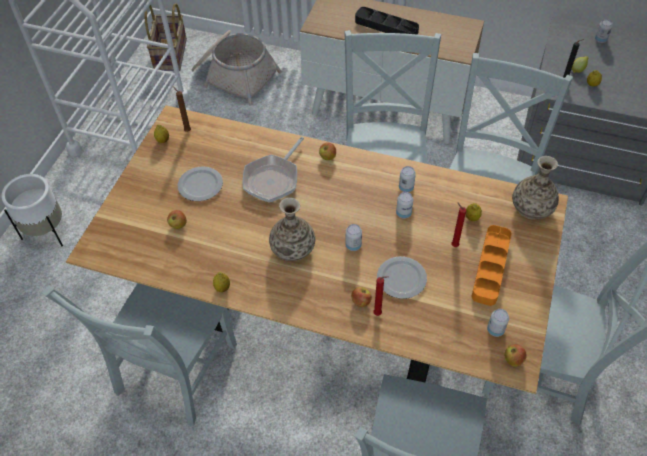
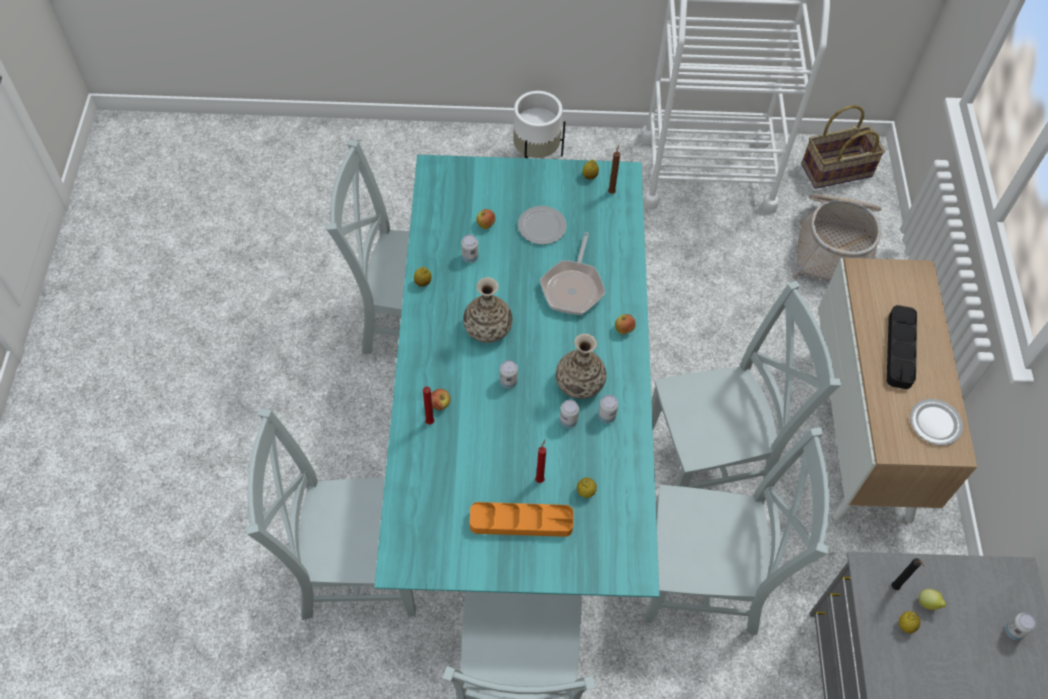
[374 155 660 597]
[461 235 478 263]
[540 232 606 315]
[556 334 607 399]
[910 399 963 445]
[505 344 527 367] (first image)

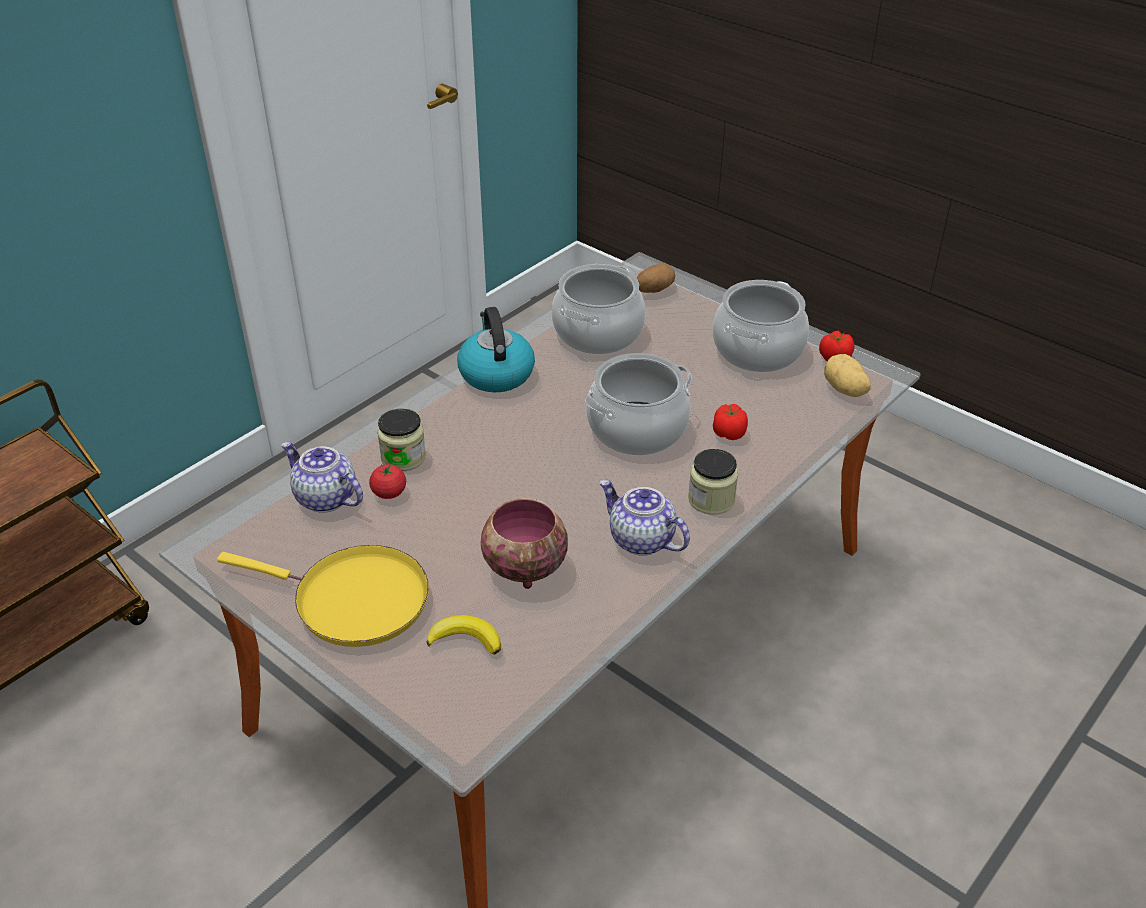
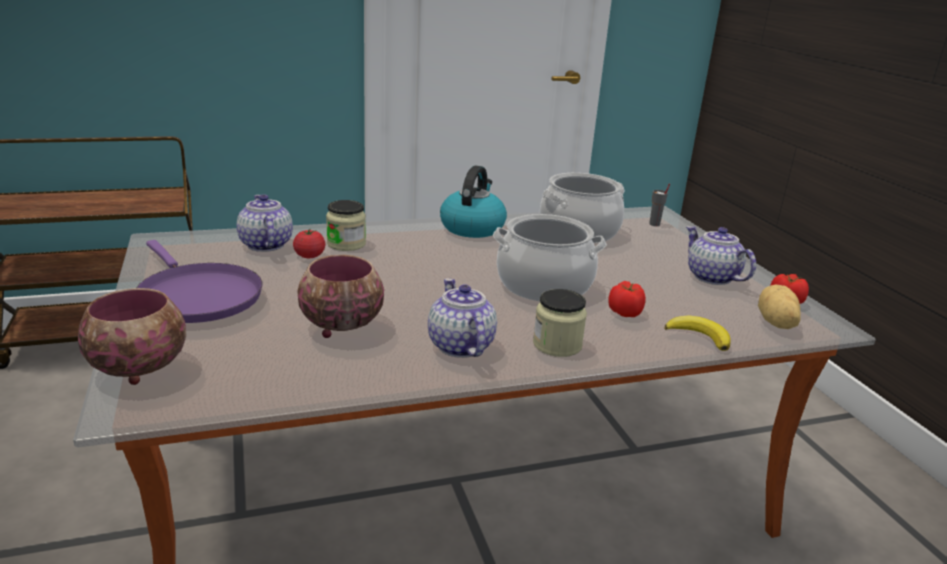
[78 288 187 385]
[137 240 262 323]
[649 184 670 226]
[665 315 731 351]
[686 226 756 285]

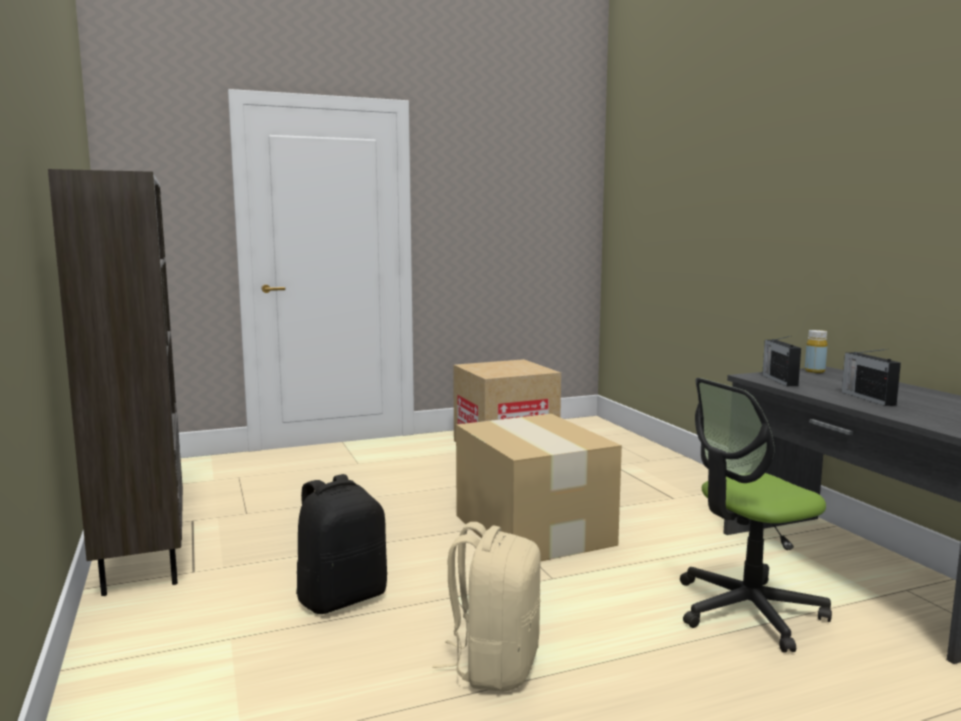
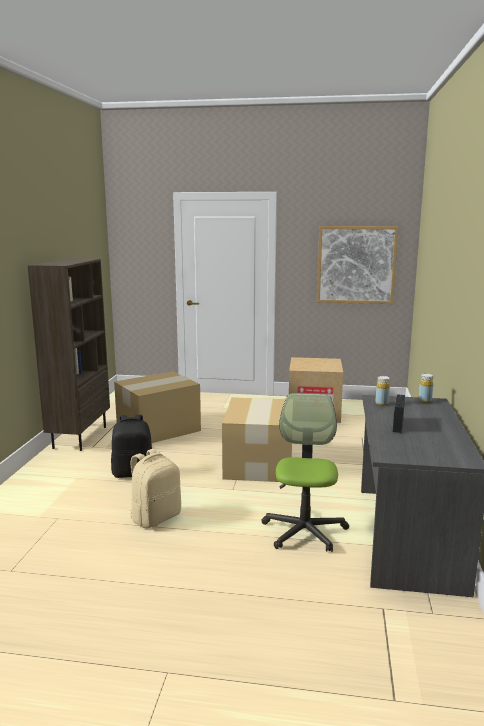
[114 371 201 443]
[261 393 349 552]
[317 226 398 304]
[376 376 390 406]

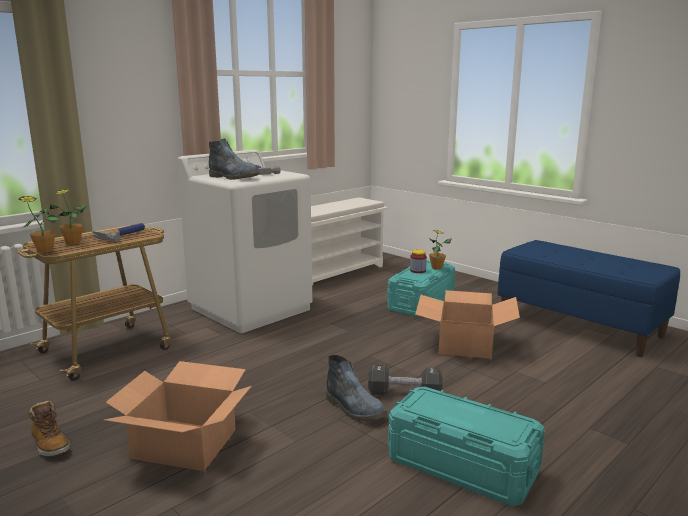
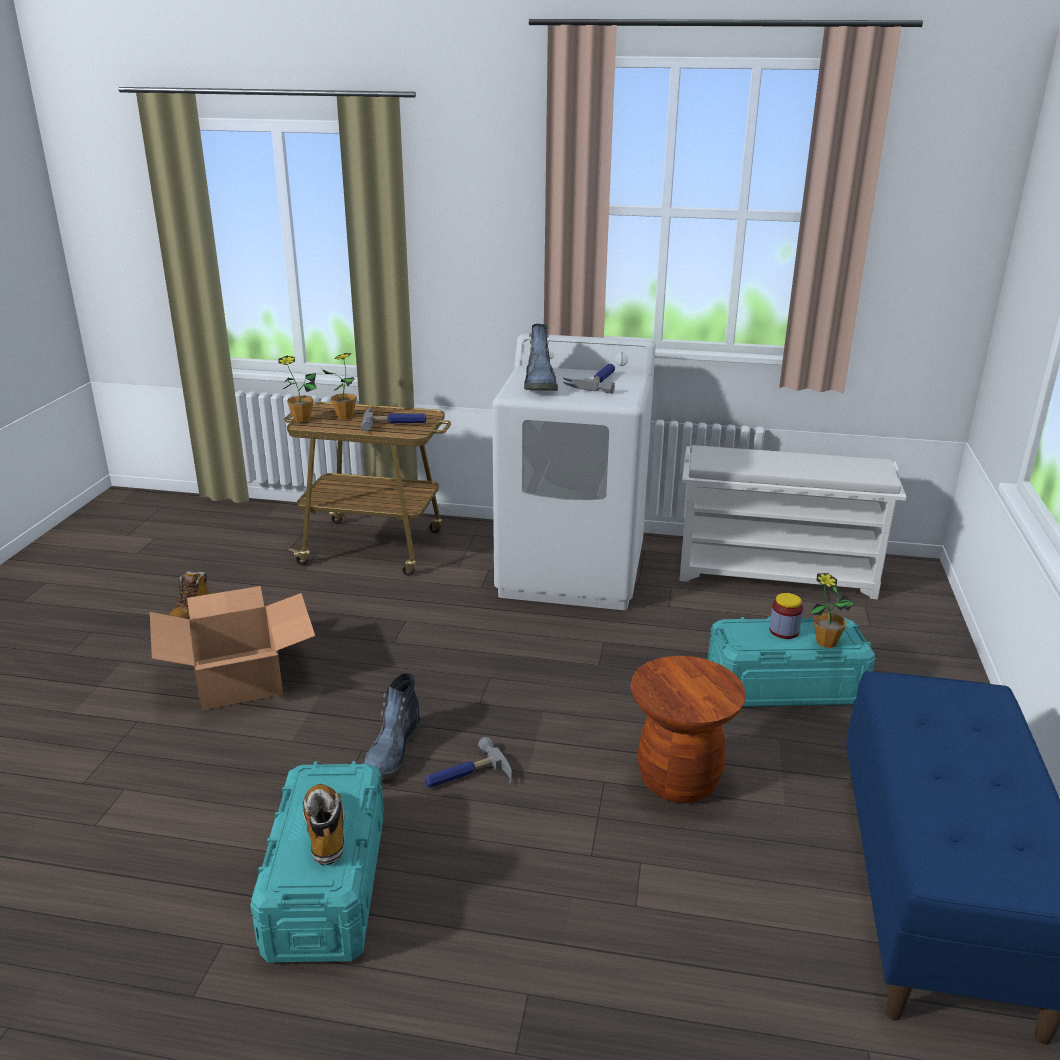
[302 784 345 865]
[424 737 512 788]
[630 656 746 803]

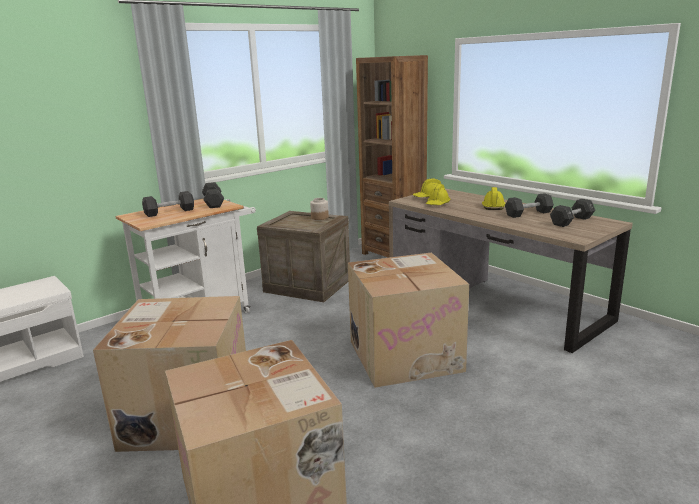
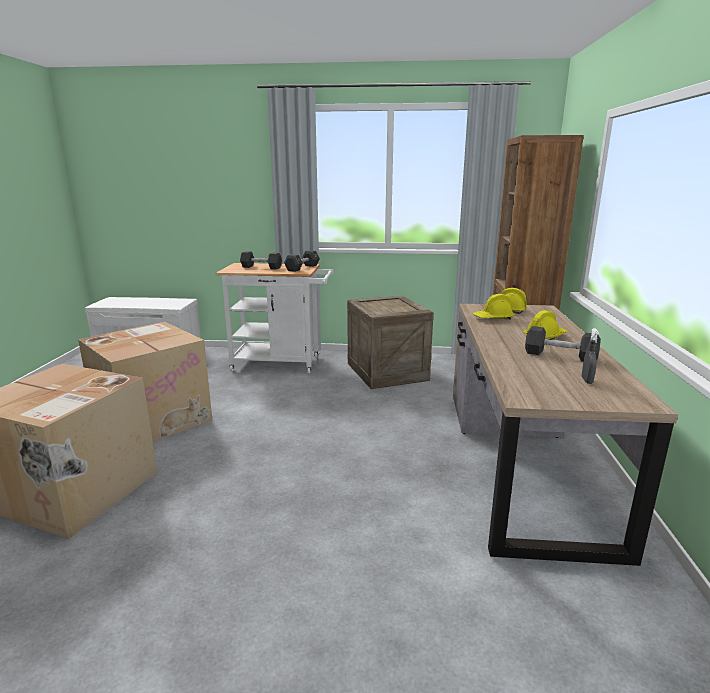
[582 328 599 384]
[310 198 329 220] (first image)
[348 253 469 388] (first image)

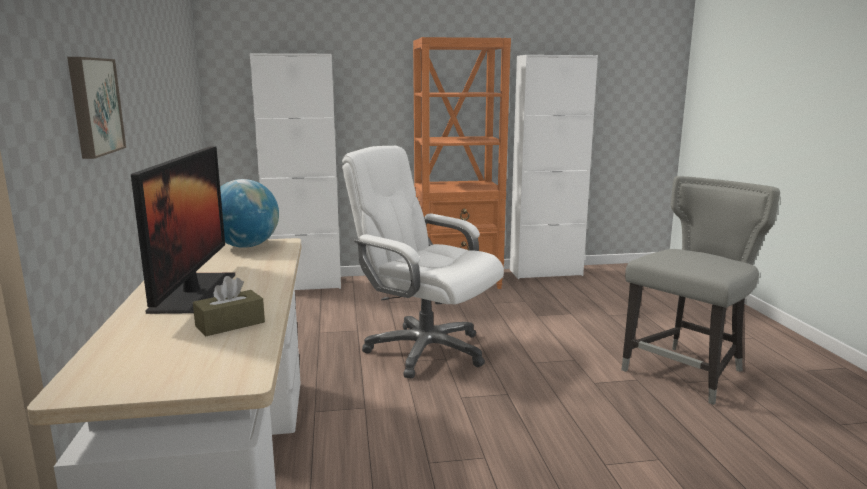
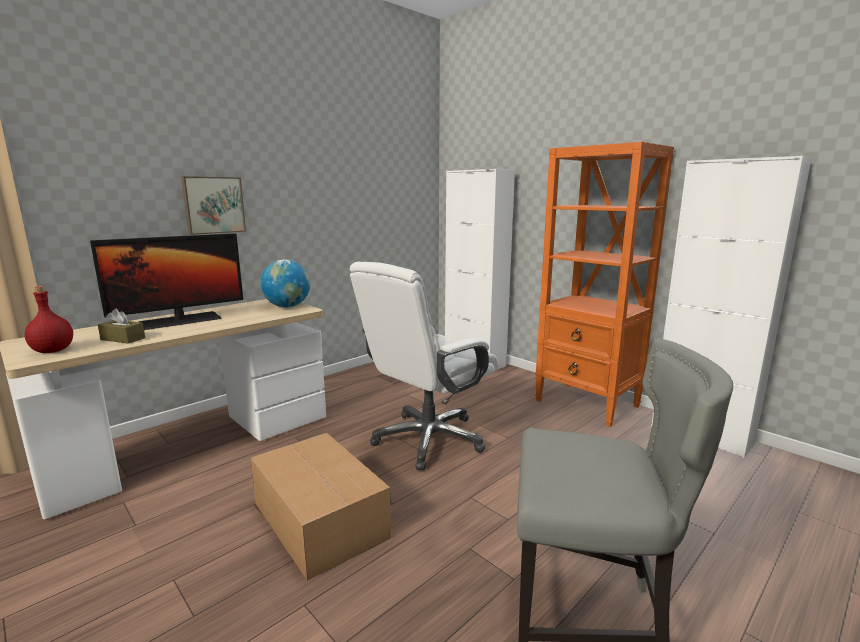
[25 286 73 353]
[251 433 391 581]
[350 262 498 470]

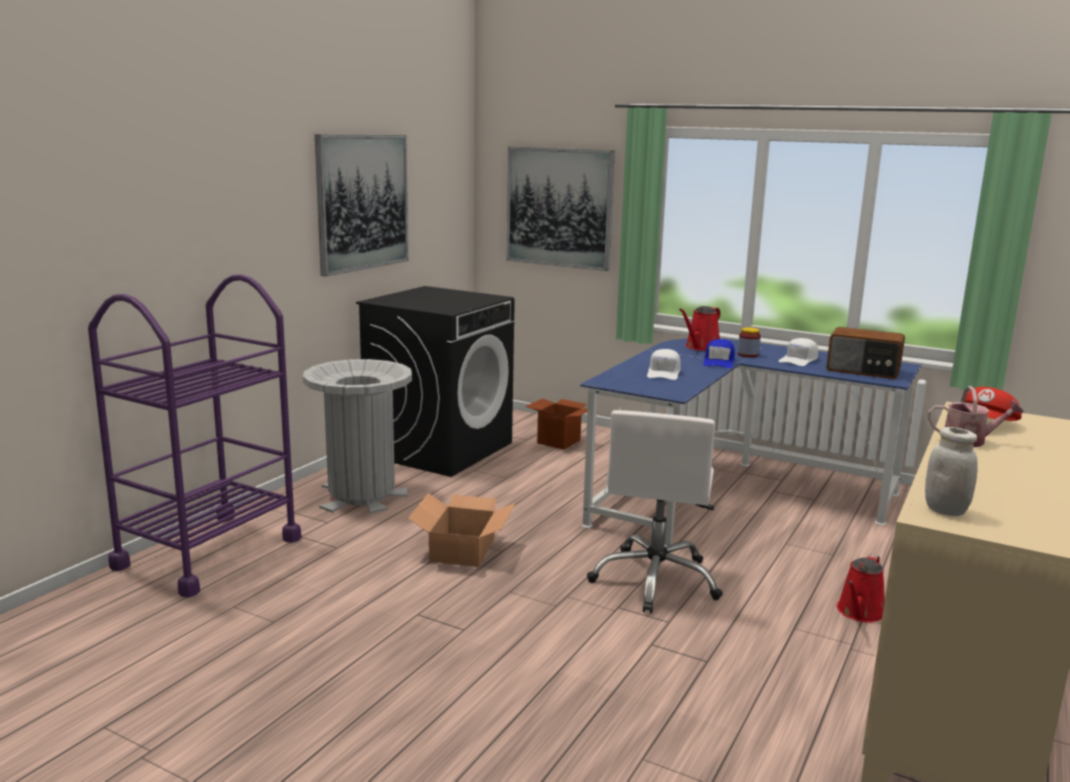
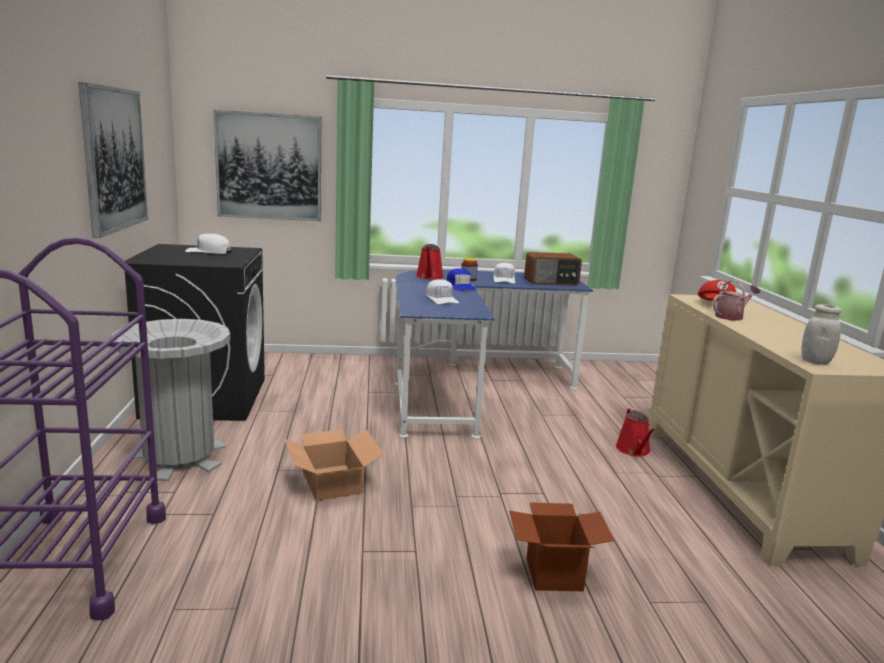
[185 234 231 254]
[509 502 615 591]
[587 410 723 613] (first image)

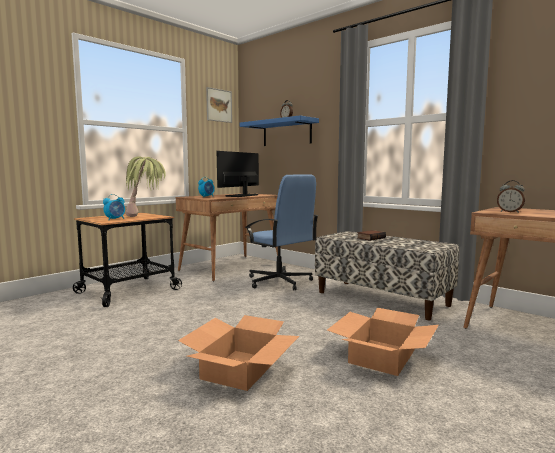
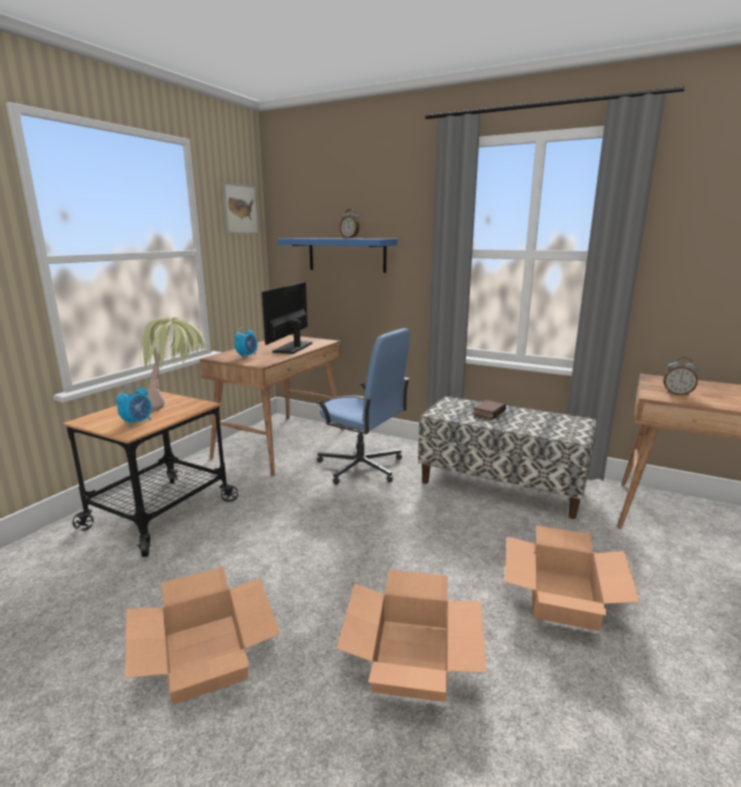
[125 567 280 705]

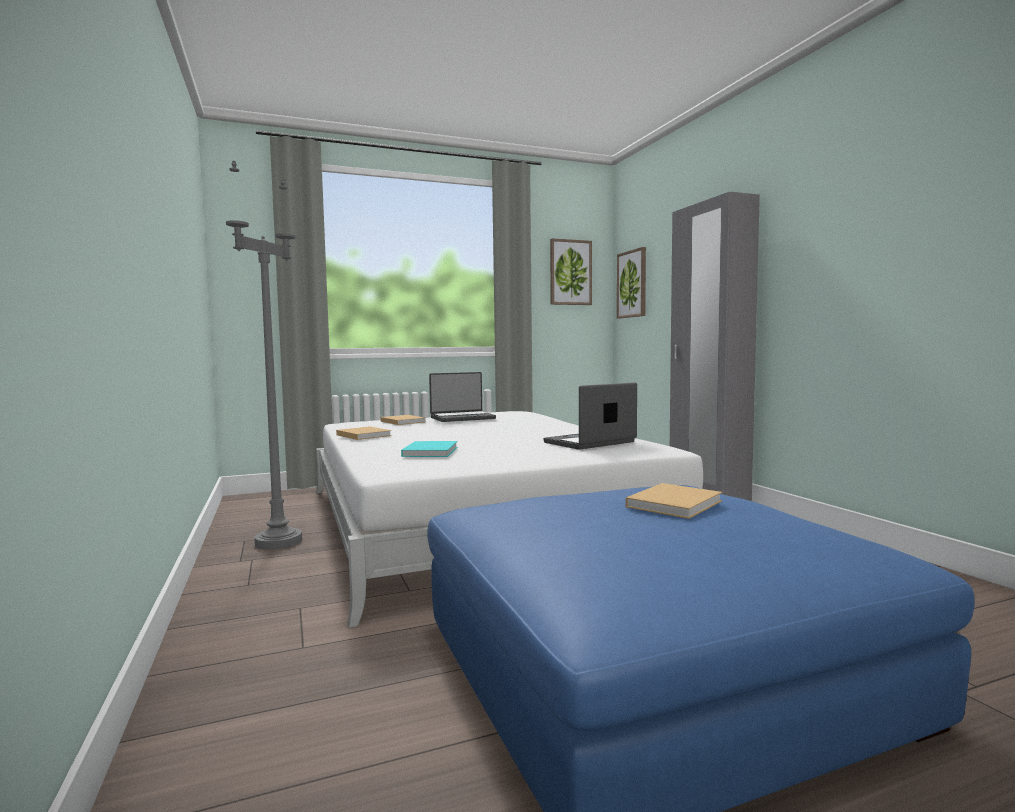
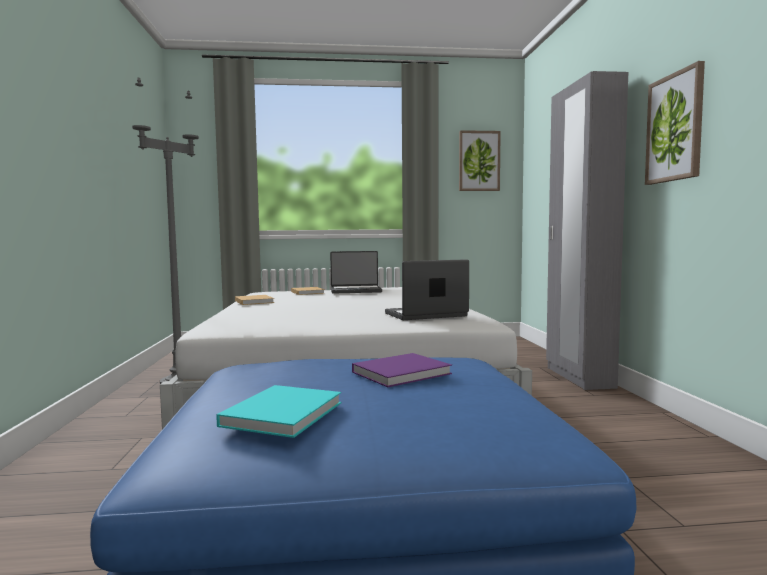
[216 385 341 438]
[352 353 452 387]
[645 61 705 185]

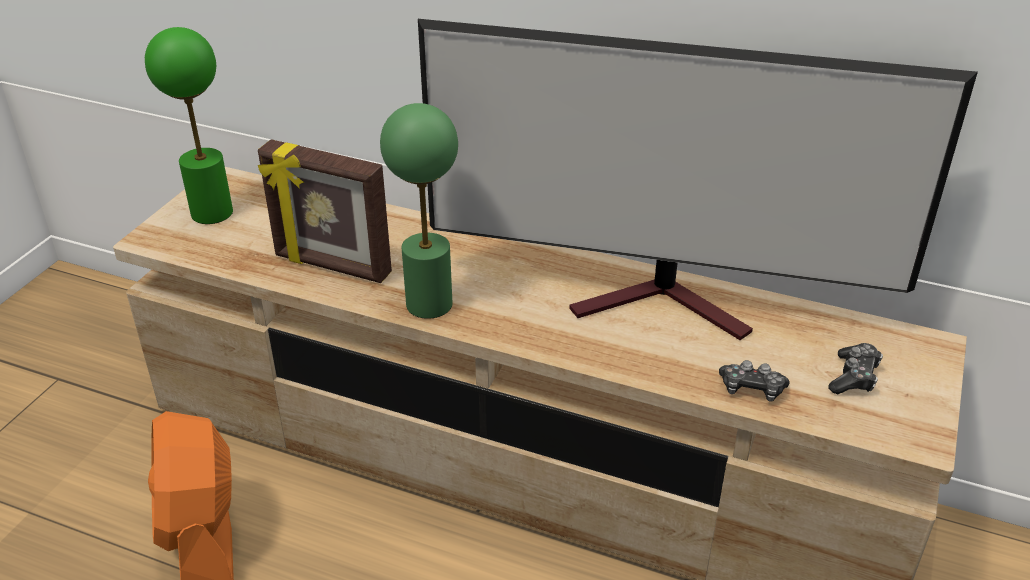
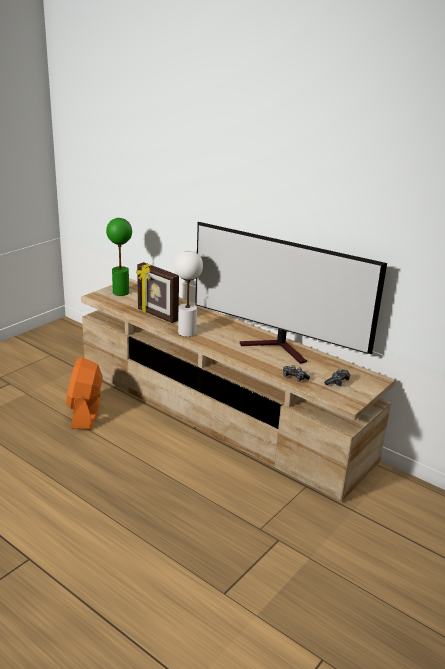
[174 250 203 337]

